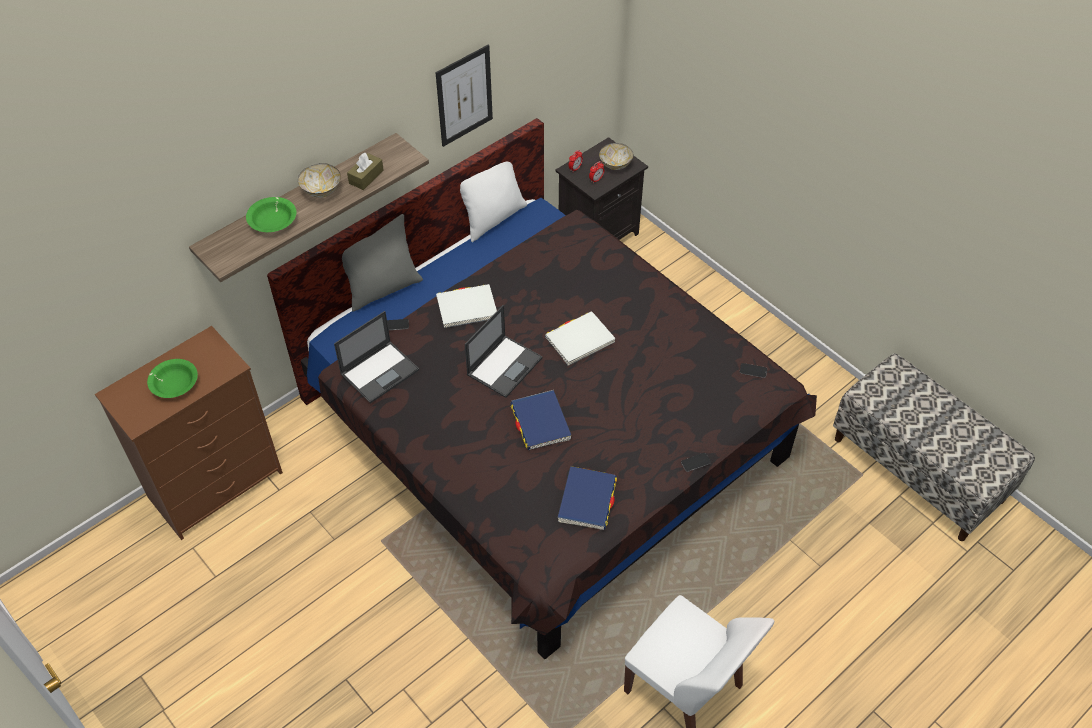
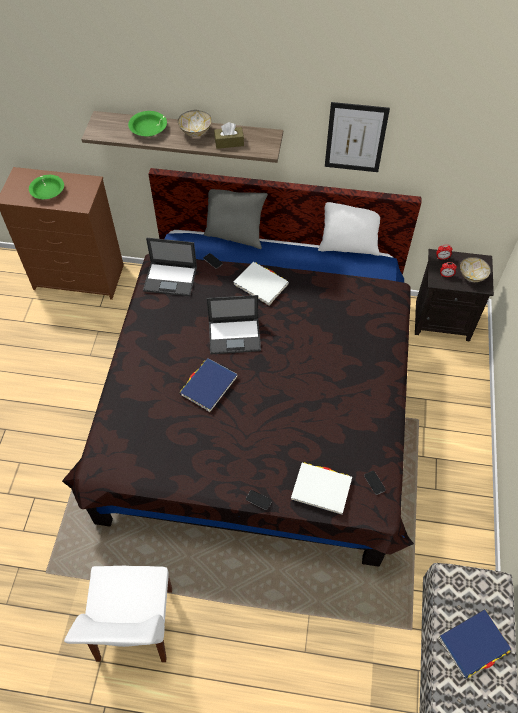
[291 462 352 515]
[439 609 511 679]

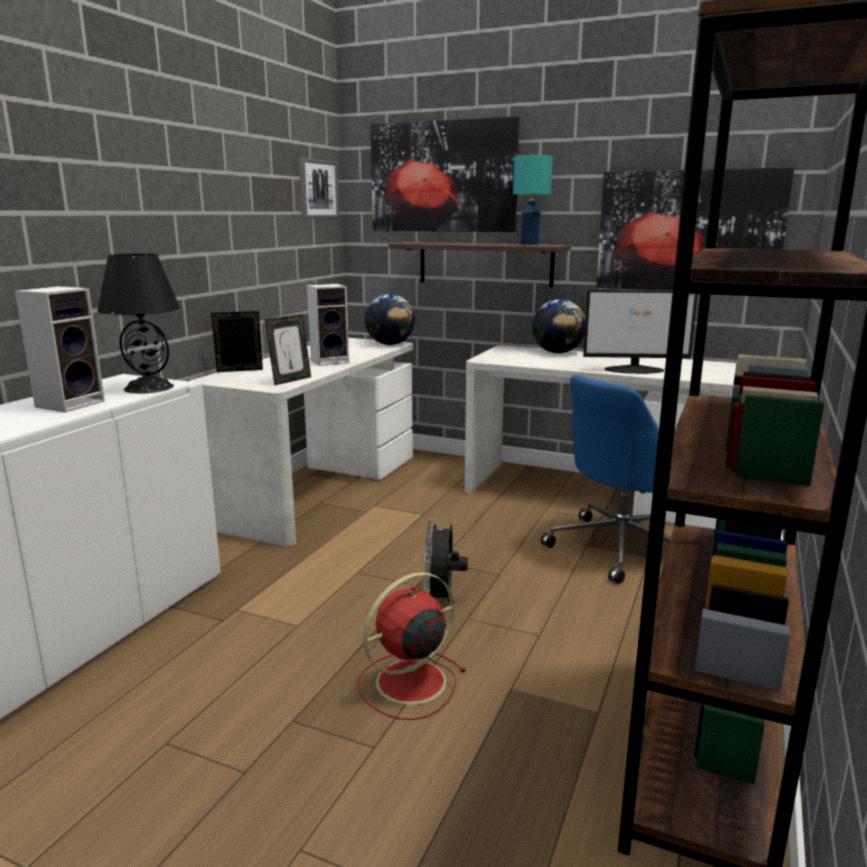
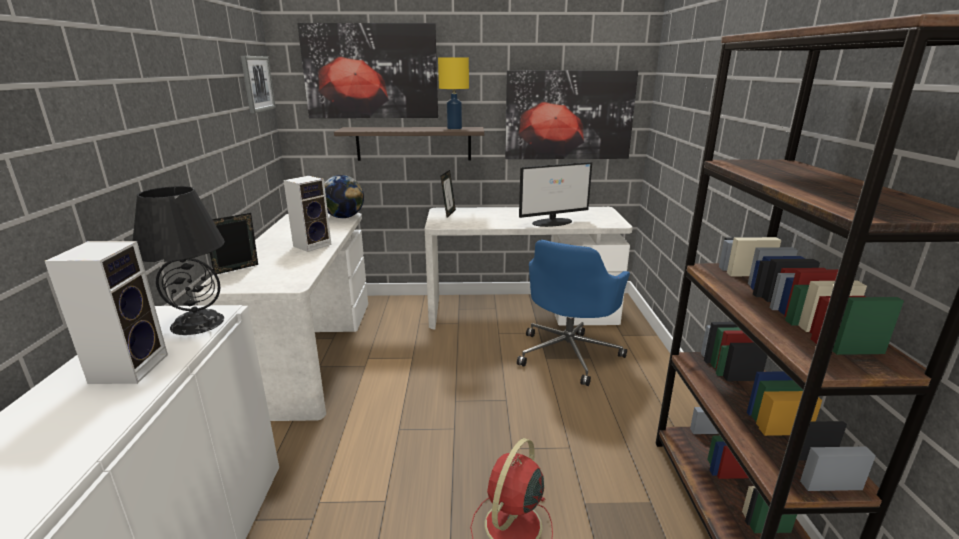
[438 57 469 129]
[441 170 456 218]
[424 518 468 603] (first image)
[532 299 586 353] (first image)

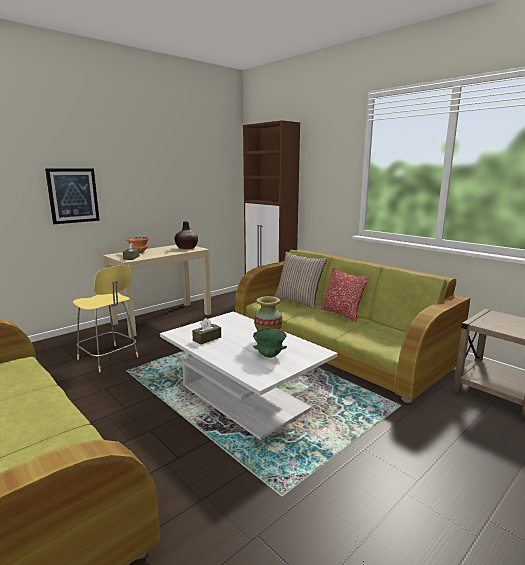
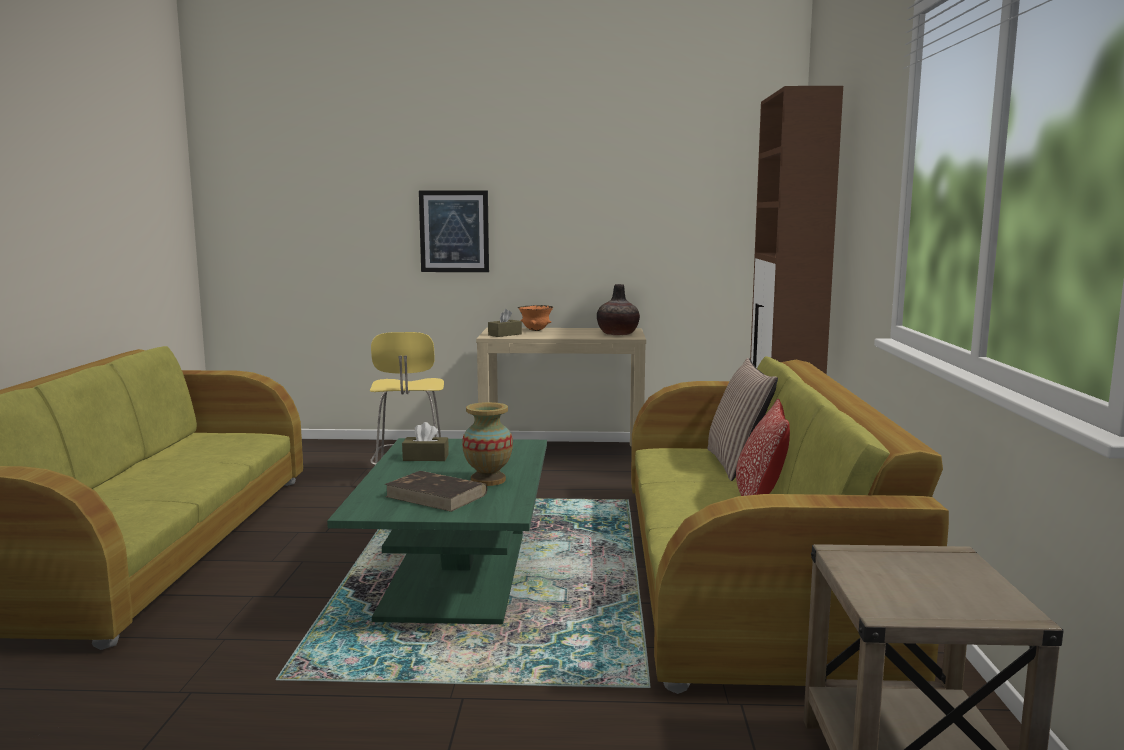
[327 438 547 624]
[385 471 488 512]

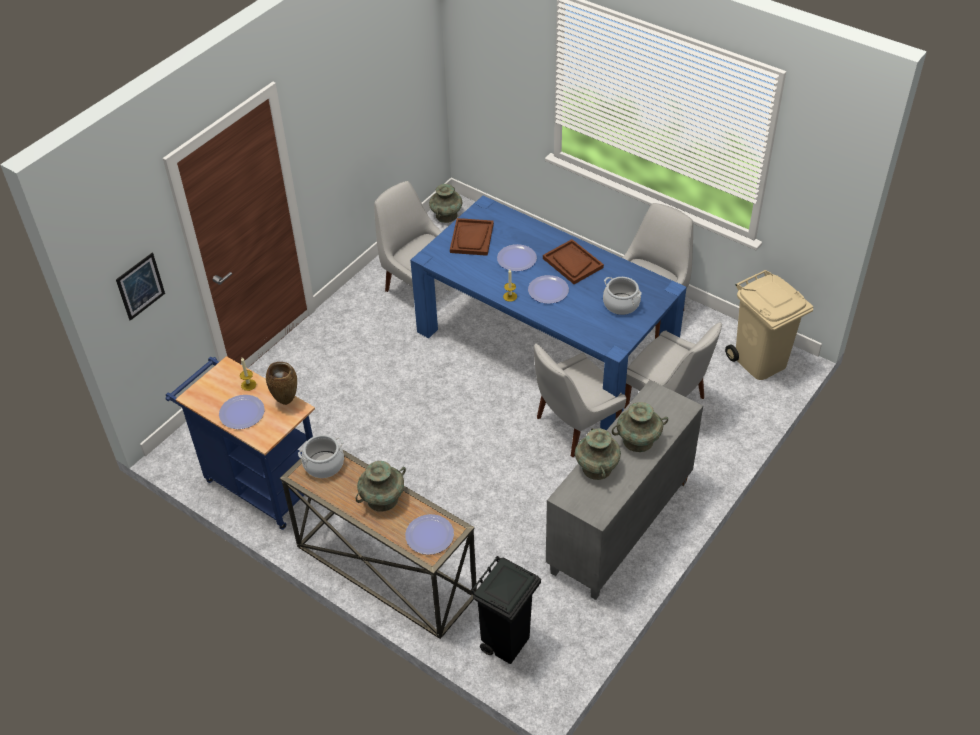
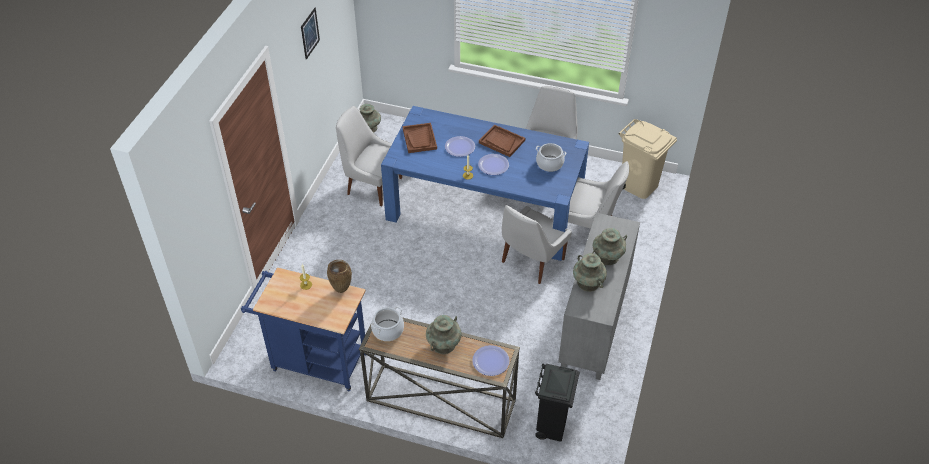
[301 8 320 60]
[219 395 265 429] (first image)

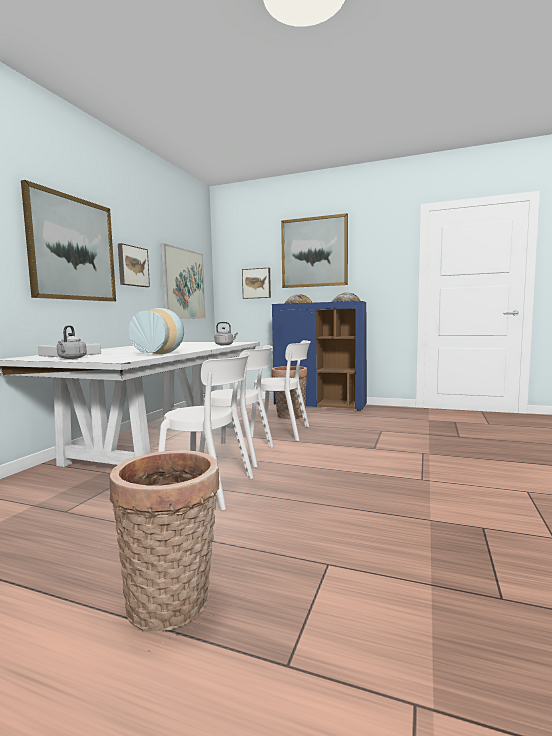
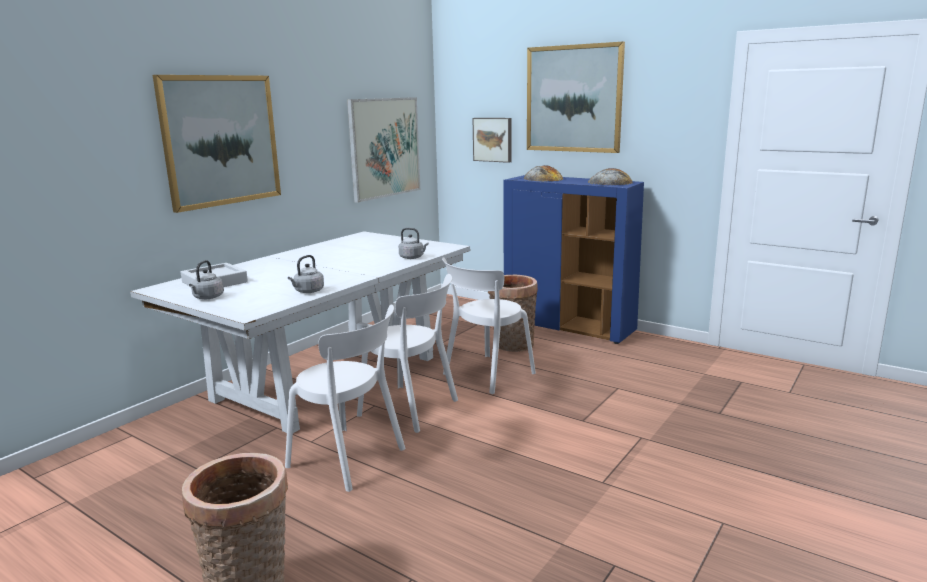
[288 255 324 293]
[442 257 536 394]
[118 243 150 287] (first image)

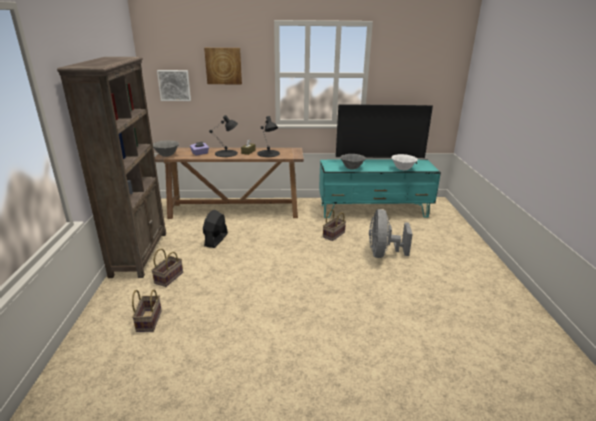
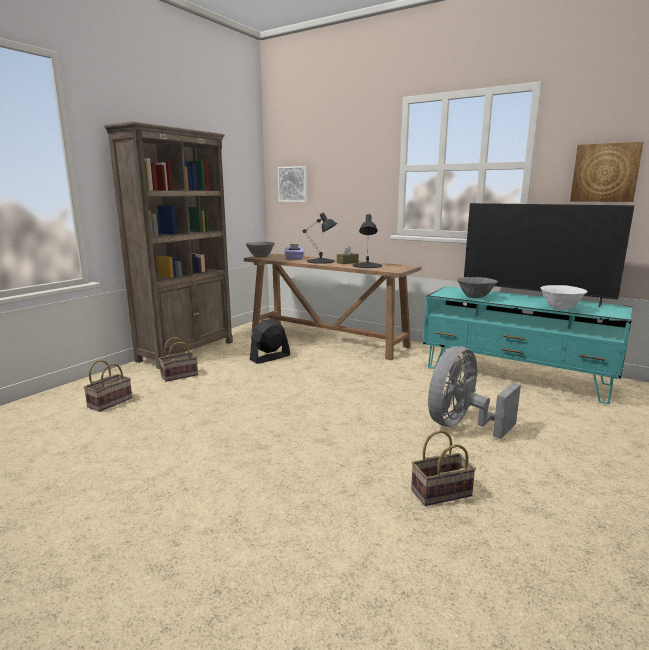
[411 430 476 506]
[570 142 643 202]

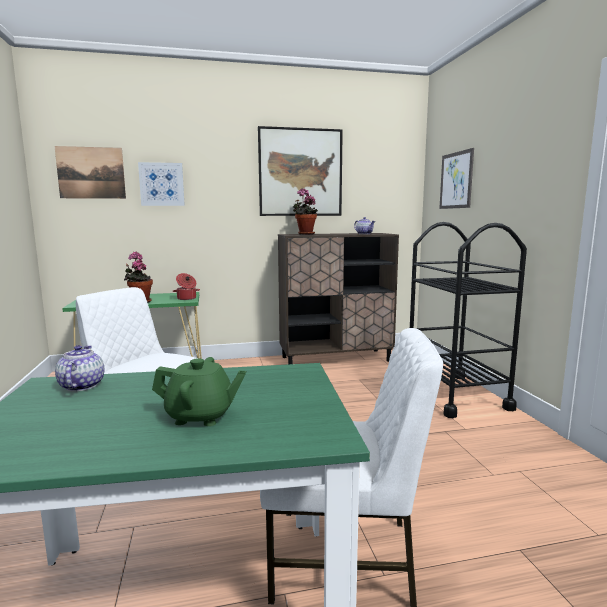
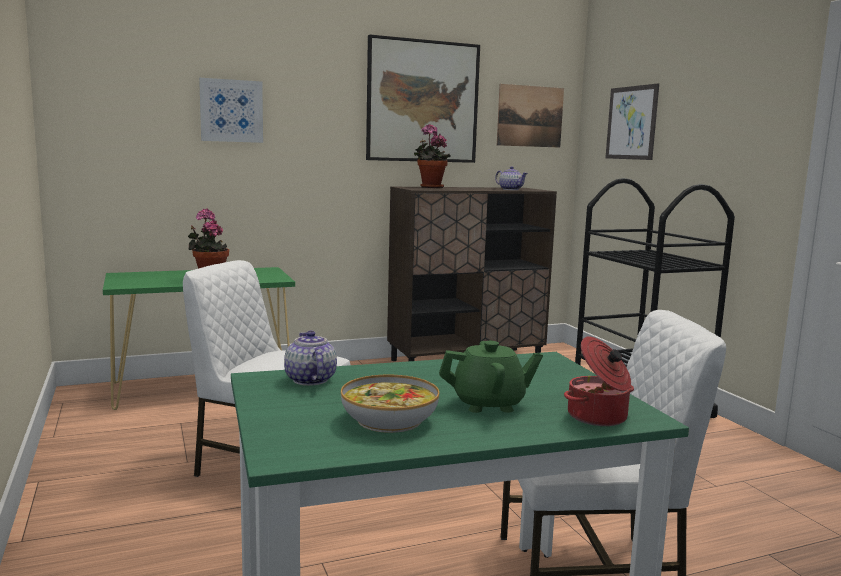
[341 374 439 433]
[497 84 564 148]
[564 336 634 426]

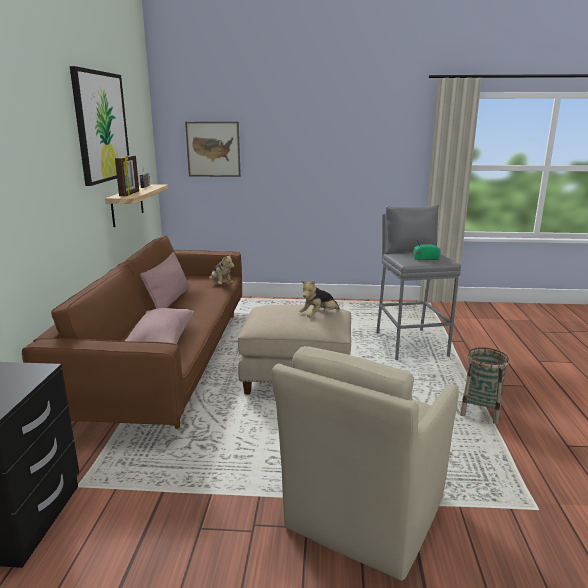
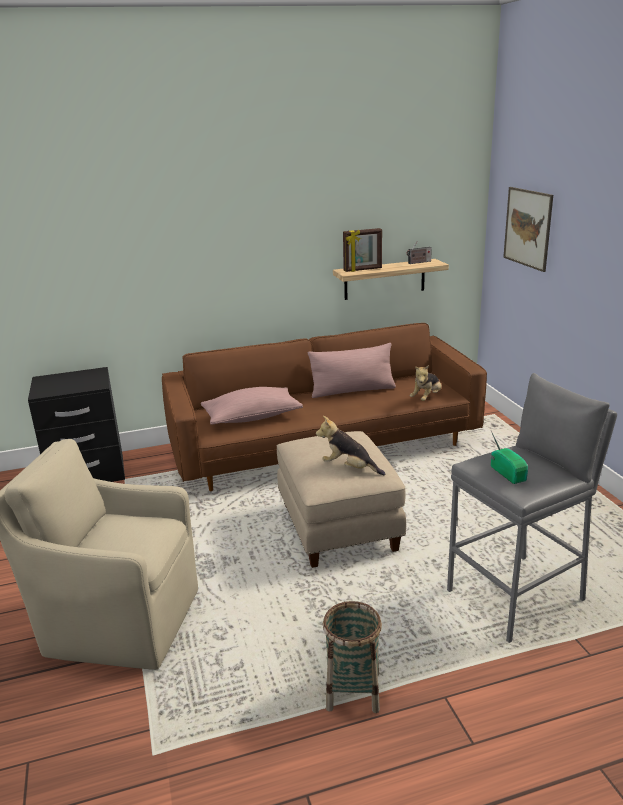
[70 66 129 186] (first image)

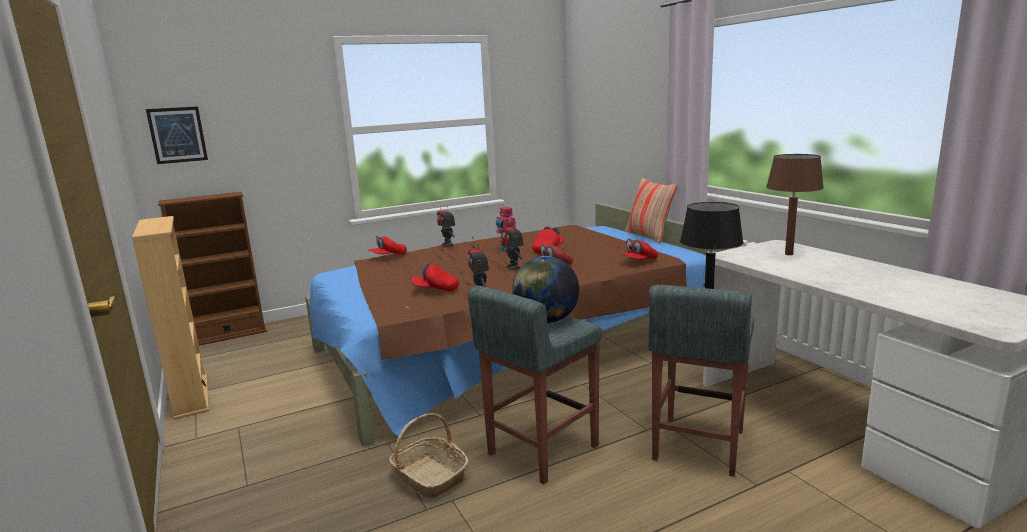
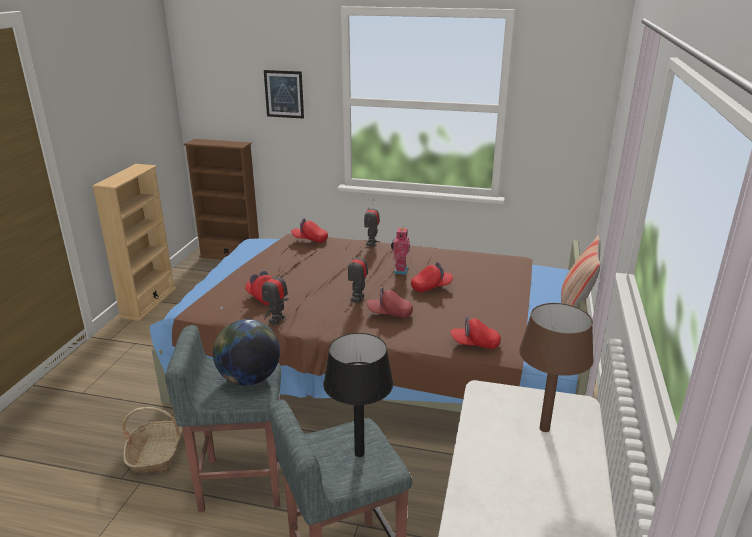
[264 70 304 119]

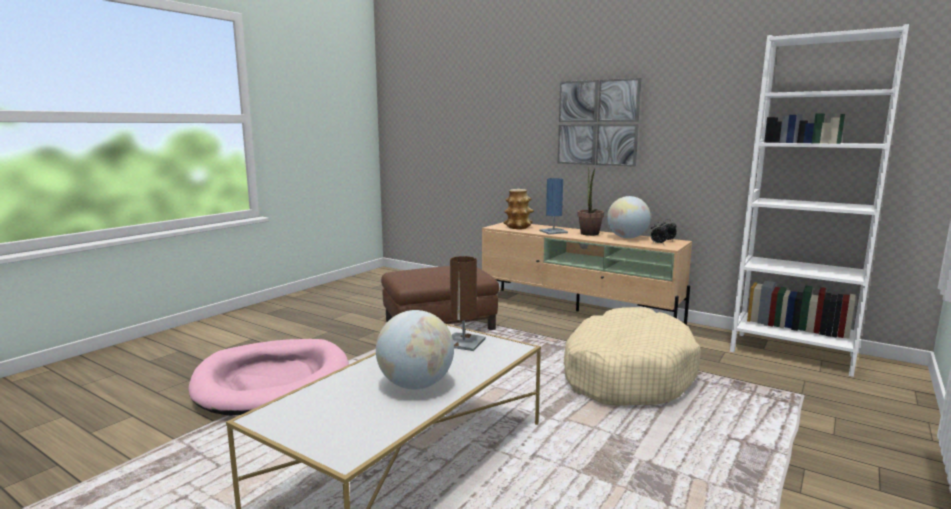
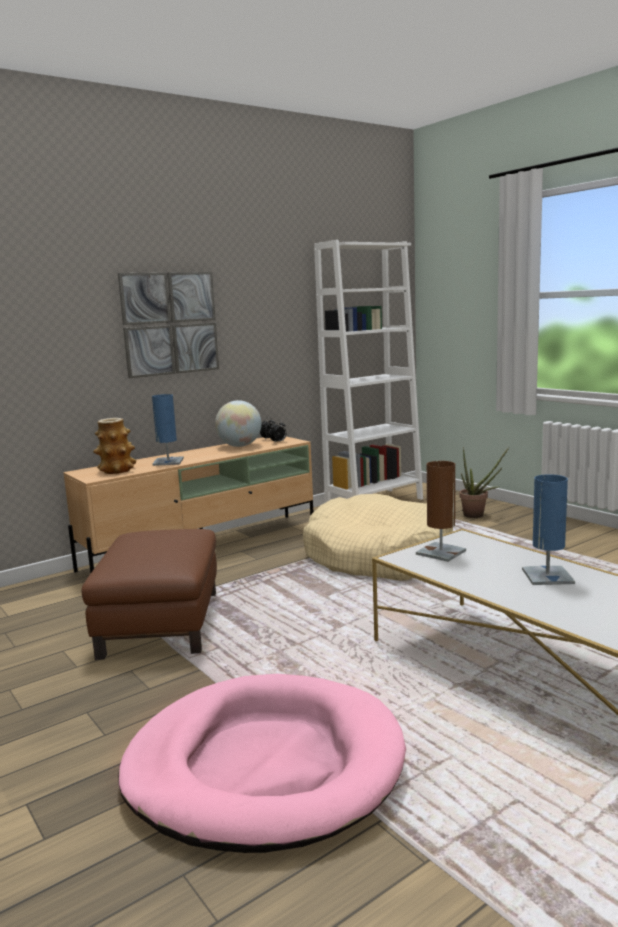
[460 447 509 518]
[522 474 575 585]

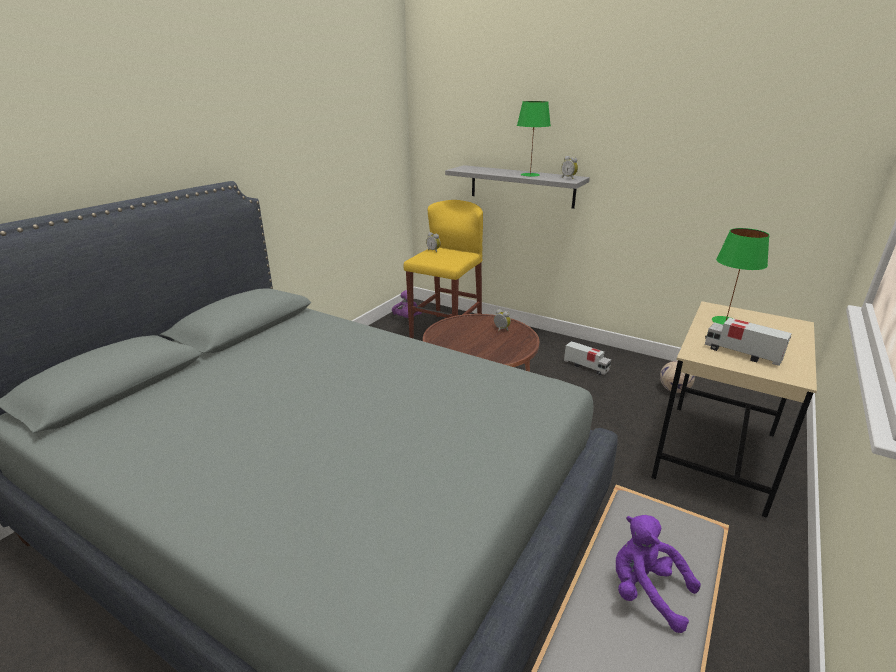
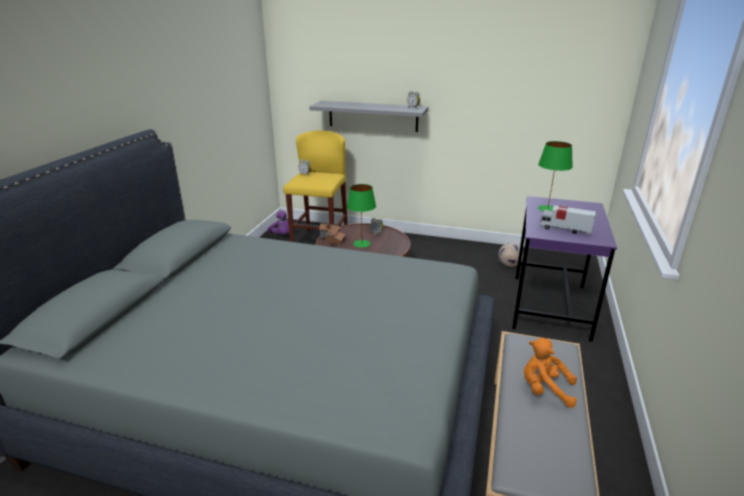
[319 222 346 246]
[347 184 376 248]
[512 196 617 341]
[524 338 577 408]
[564 341 611 375] (first image)

